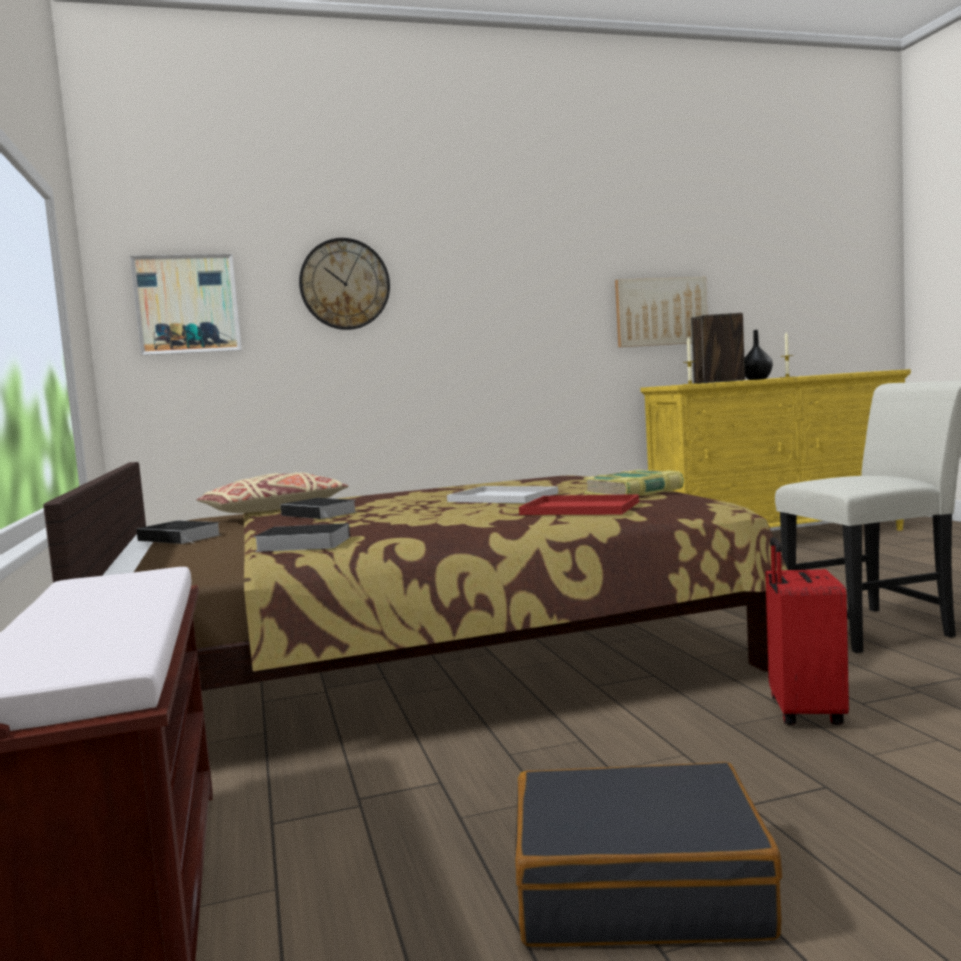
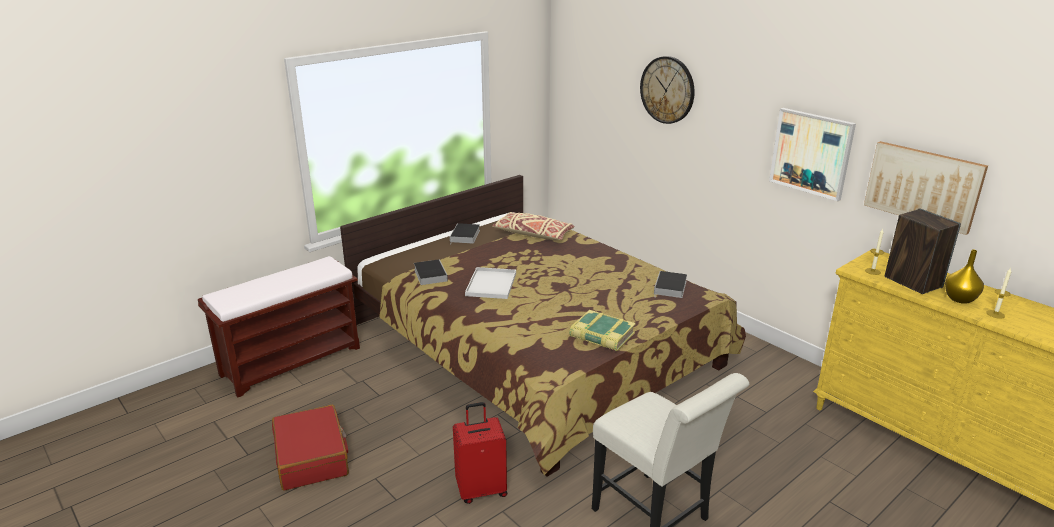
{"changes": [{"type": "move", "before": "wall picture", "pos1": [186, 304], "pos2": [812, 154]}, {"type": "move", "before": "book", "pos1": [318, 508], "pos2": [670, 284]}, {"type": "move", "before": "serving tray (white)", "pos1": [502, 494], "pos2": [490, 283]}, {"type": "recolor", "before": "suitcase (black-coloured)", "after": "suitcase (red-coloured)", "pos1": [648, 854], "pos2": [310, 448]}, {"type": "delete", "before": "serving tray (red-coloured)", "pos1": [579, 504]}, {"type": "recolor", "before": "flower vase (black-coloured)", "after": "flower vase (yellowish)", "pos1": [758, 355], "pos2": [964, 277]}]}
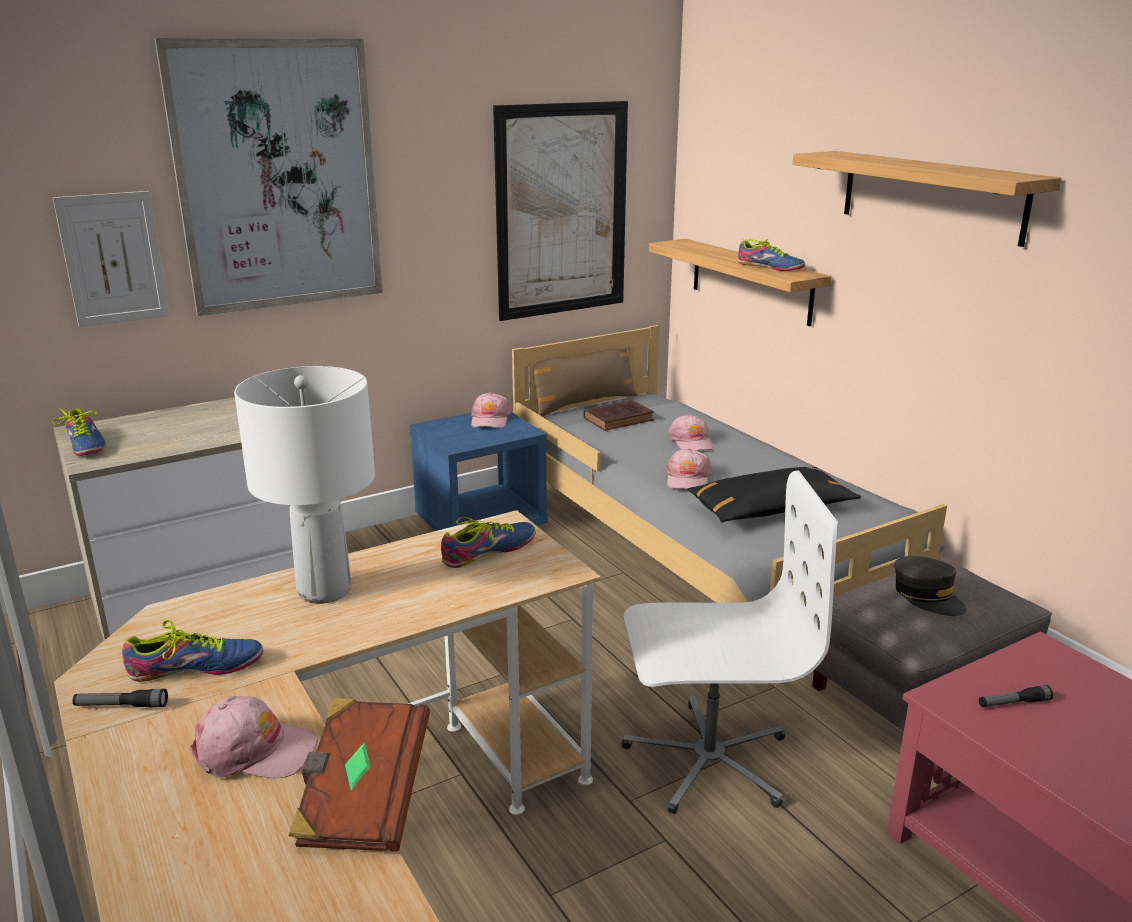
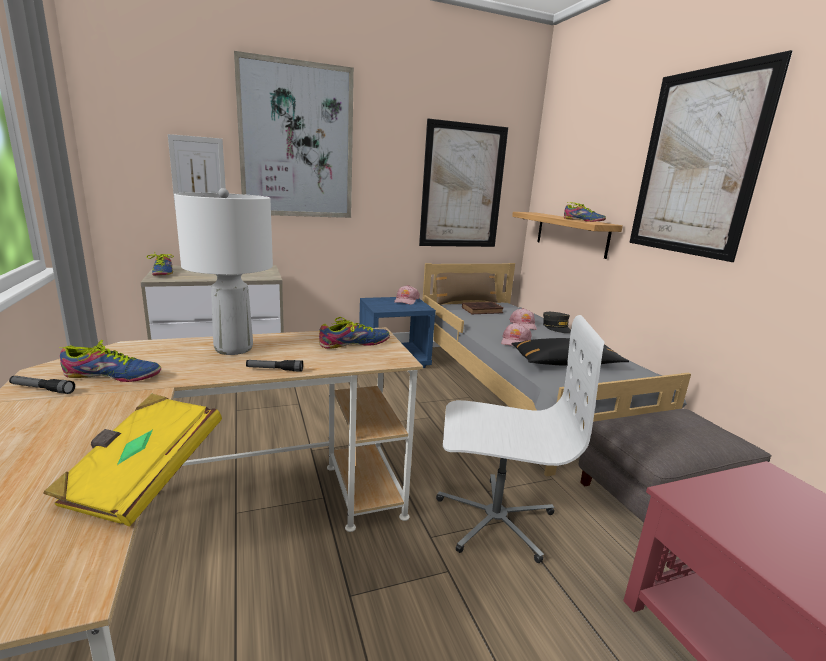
{"changes": [{"type": "delete", "before": "baseball cap (pinkish)", "pos1": [253, 737]}, {"type": "recolor", "before": "book (brown)", "after": "book (yellowish)", "pos1": [359, 775], "pos2": [132, 460]}, {"type": "replace", "before": "shelf", "after": "wall picture", "pos1": [927, 199], "pos2": [711, 156]}, {"type": "move", "before": "baseball cap (greyish)", "pos1": [930, 586], "pos2": [557, 322]}, {"type": "move", "before": "torch", "pos1": [1016, 696], "pos2": [274, 366]}]}
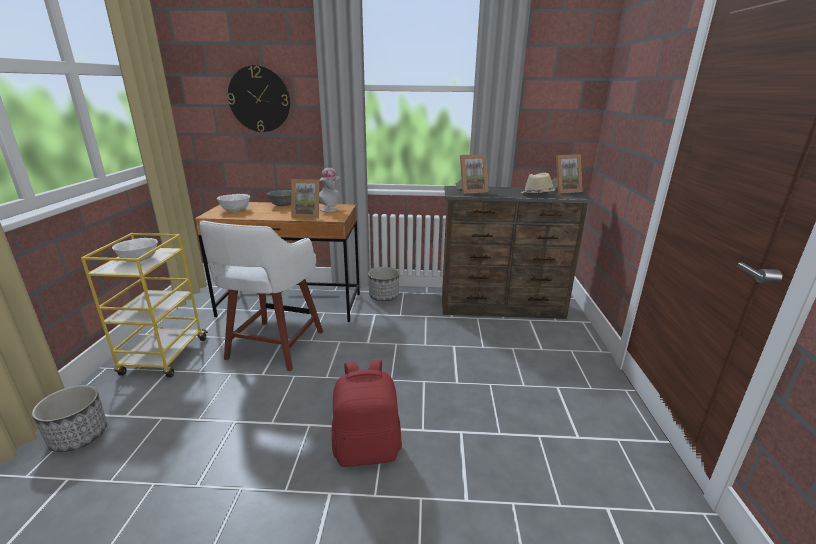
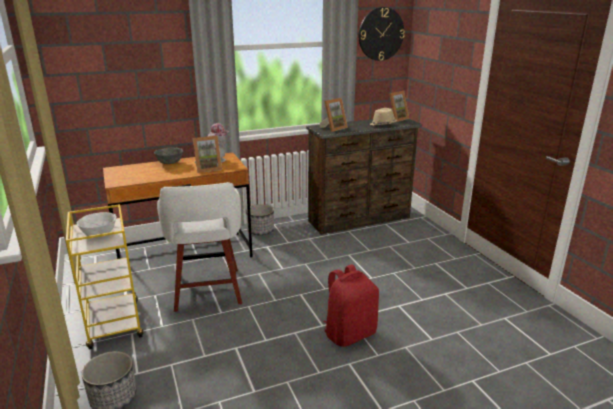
{"changes": [{"type": "delete", "before": "serving bowl (white)", "pos1": [233, 202]}, {"type": "move", "before": "wall clock", "pos1": [258, 98], "pos2": [382, 34]}]}
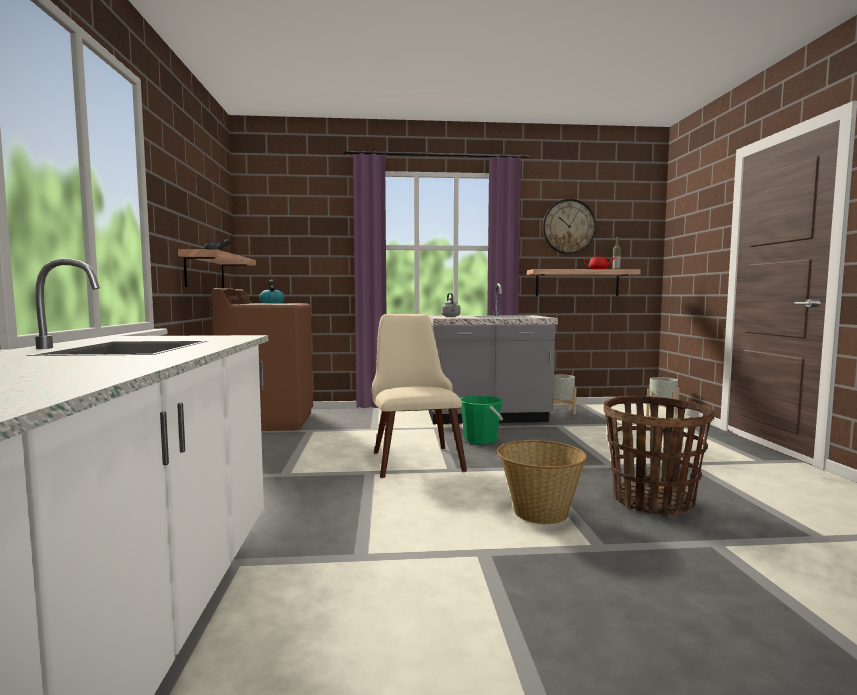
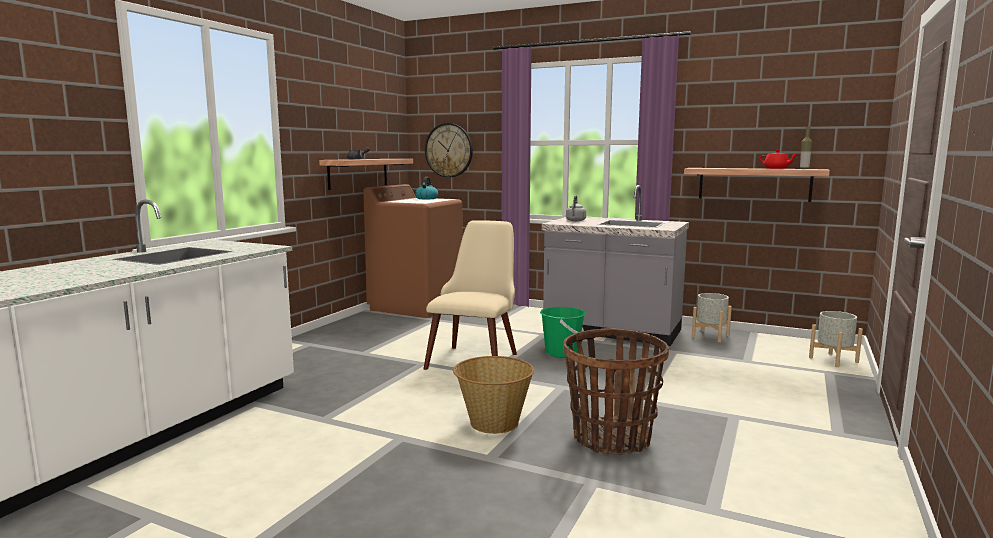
{"changes": [{"type": "move", "before": "wall clock", "pos1": [569, 226], "pos2": [449, 150]}]}
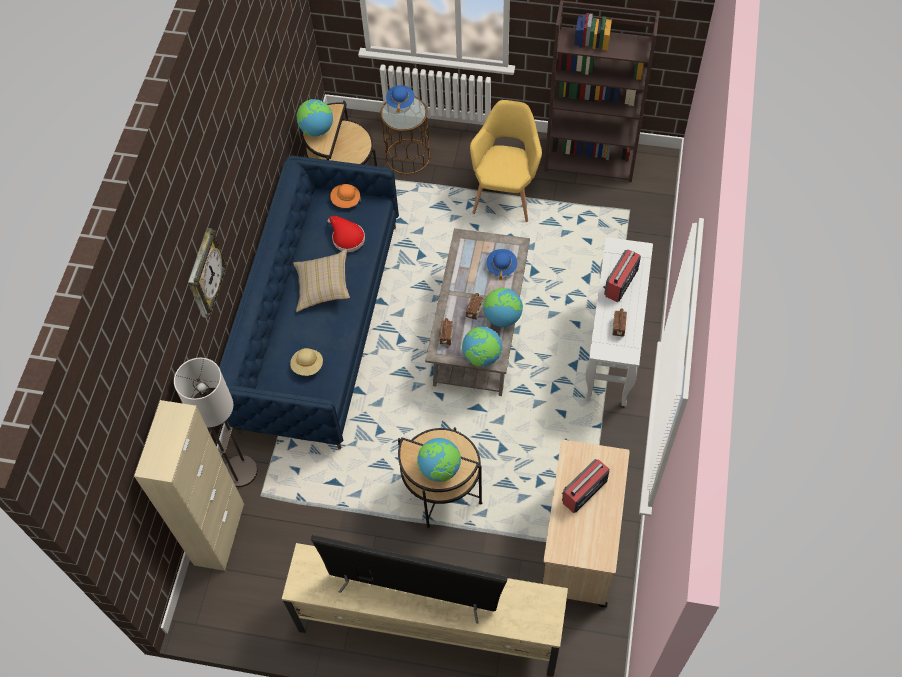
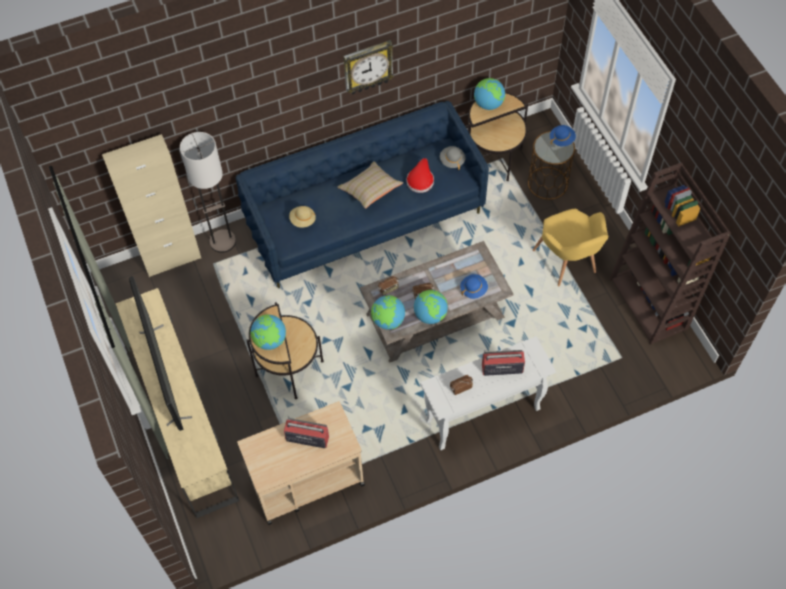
{"changes": [{"type": "move", "before": "wall clock", "pos1": [207, 273], "pos2": [369, 67]}, {"type": "recolor", "before": "hat (orangey)", "after": "hat (greyish)", "pos1": [345, 196], "pos2": [452, 158]}, {"type": "rotate", "before": "armchair (yellowish)", "pos1": [506, 161], "pos2": [570, 247], "turn": 90}]}
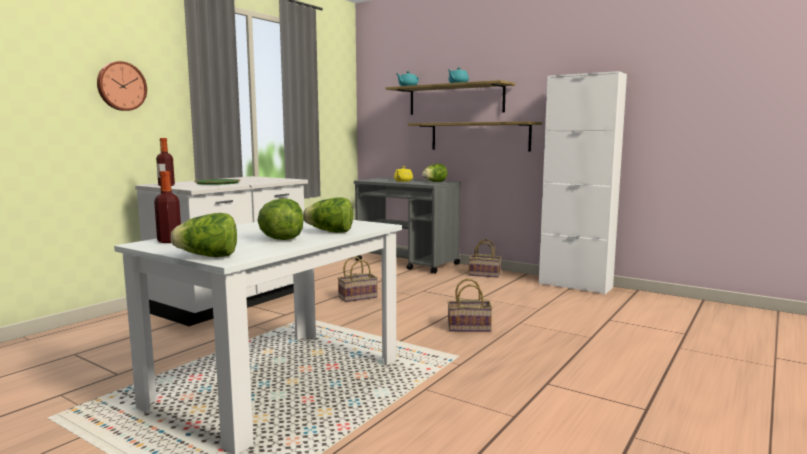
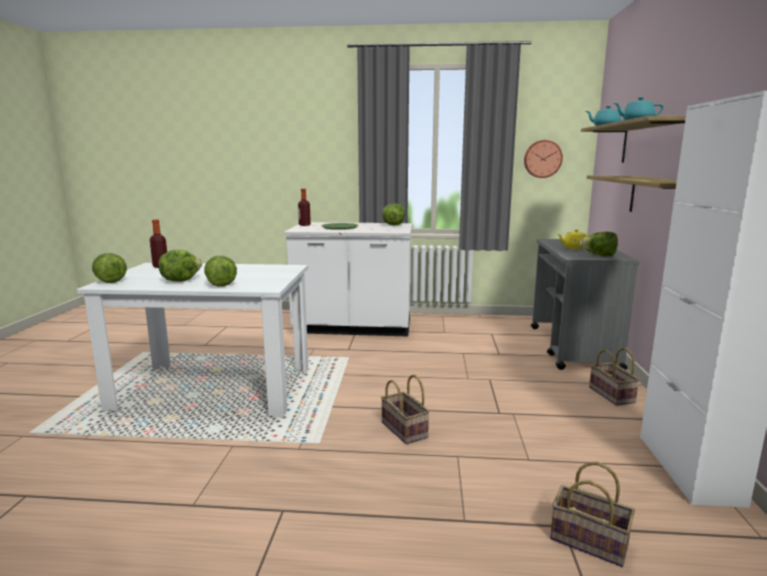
{"changes": [{"type": "move", "before": "wall clock", "pos1": [122, 86], "pos2": [543, 159]}, {"type": "move", "before": "basket", "pos1": [358, 279], "pos2": [592, 514]}, {"type": "insert", "after": "head of lettuce", "pos2": [393, 214]}]}
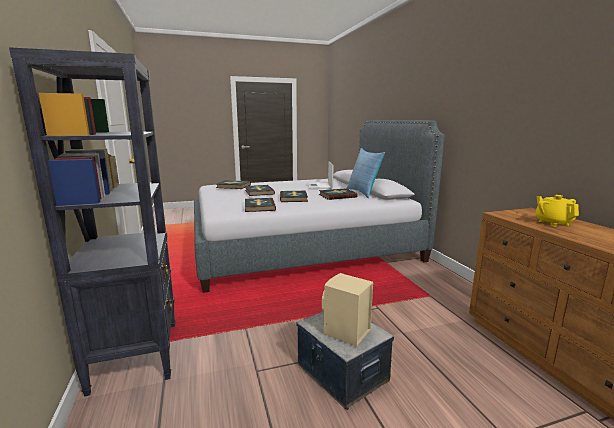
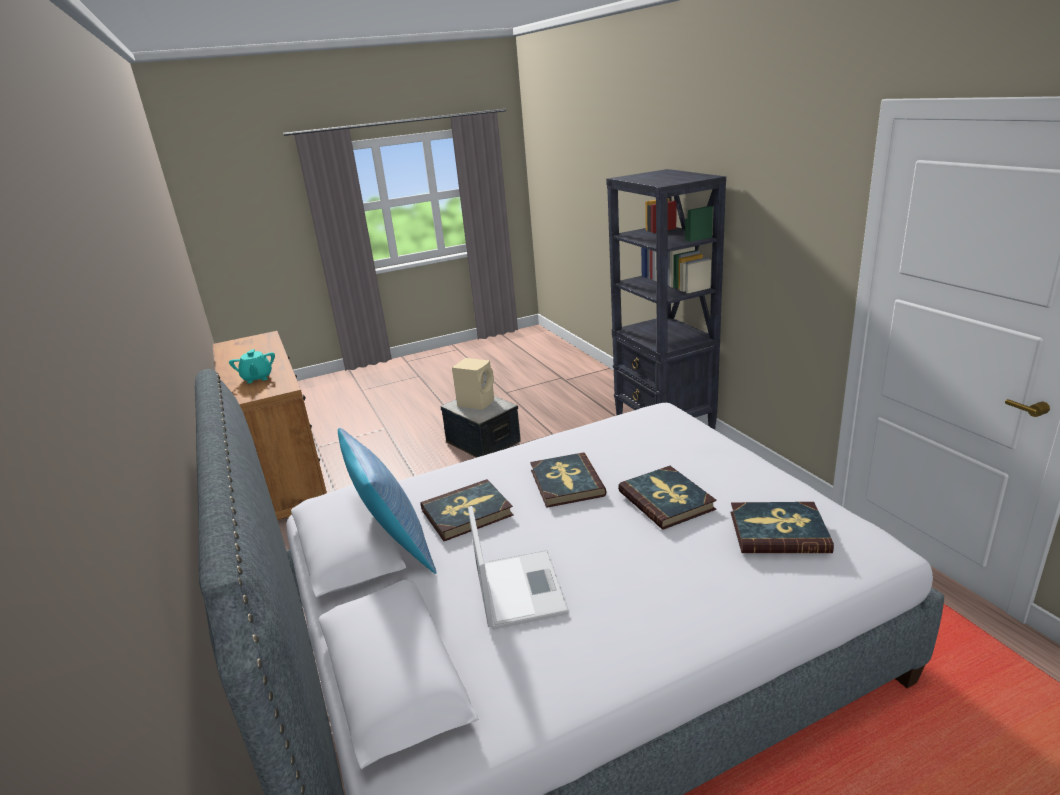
{"changes": [{"type": "delete", "before": "book", "pos1": [260, 205]}, {"type": "recolor", "before": "pot for tea (yellowish)", "after": "pot for tea (turquoise)", "pos1": [557, 210], "pos2": [252, 366]}]}
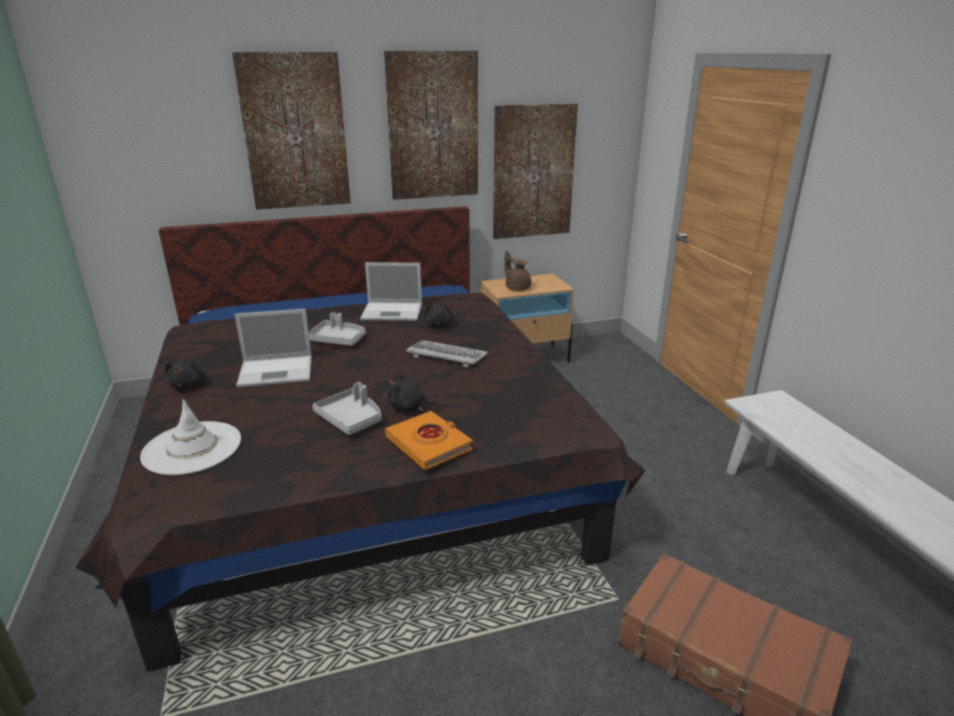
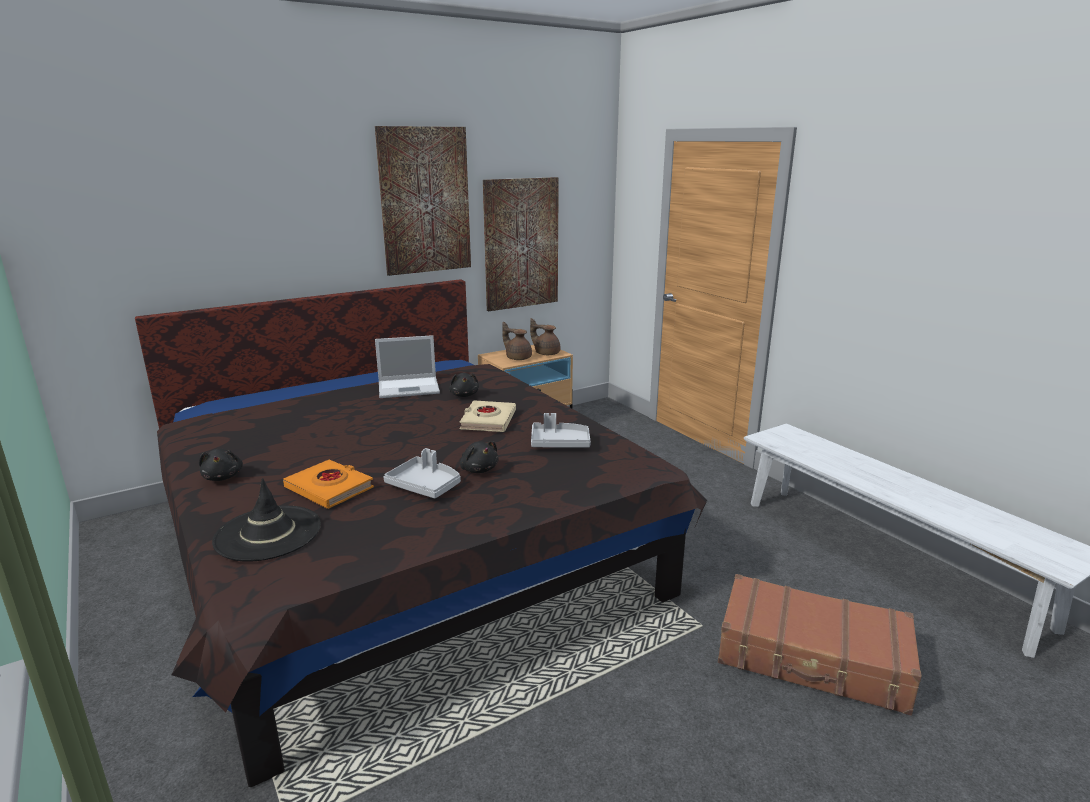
{"changes": [{"type": "recolor", "before": "hat (white)", "after": "hat (black-coloured)", "pos1": [190, 437], "pos2": [266, 520]}, {"type": "delete", "before": "wall picture", "pos1": [291, 131]}, {"type": "delete", "before": "laptop", "pos1": [273, 348]}, {"type": "move", "before": "serving tray (greyish)", "pos1": [337, 329], "pos2": [561, 430]}, {"type": "move", "before": "book (orangey)", "pos1": [429, 440], "pos2": [328, 484]}, {"type": "rotate", "before": "plush toy (black-coloured)", "pos1": [413, 392], "pos2": [479, 457], "turn": -120}, {"type": "replace", "before": "keyboard", "after": "book (beige-coloured)", "pos1": [447, 353], "pos2": [488, 416]}, {"type": "insert", "after": "pot for tea (brown)", "pos2": [545, 336]}]}
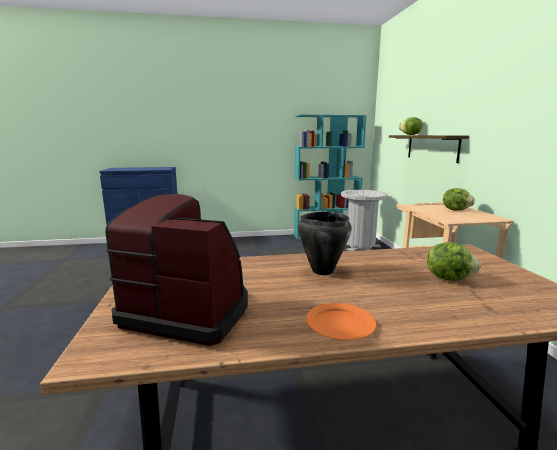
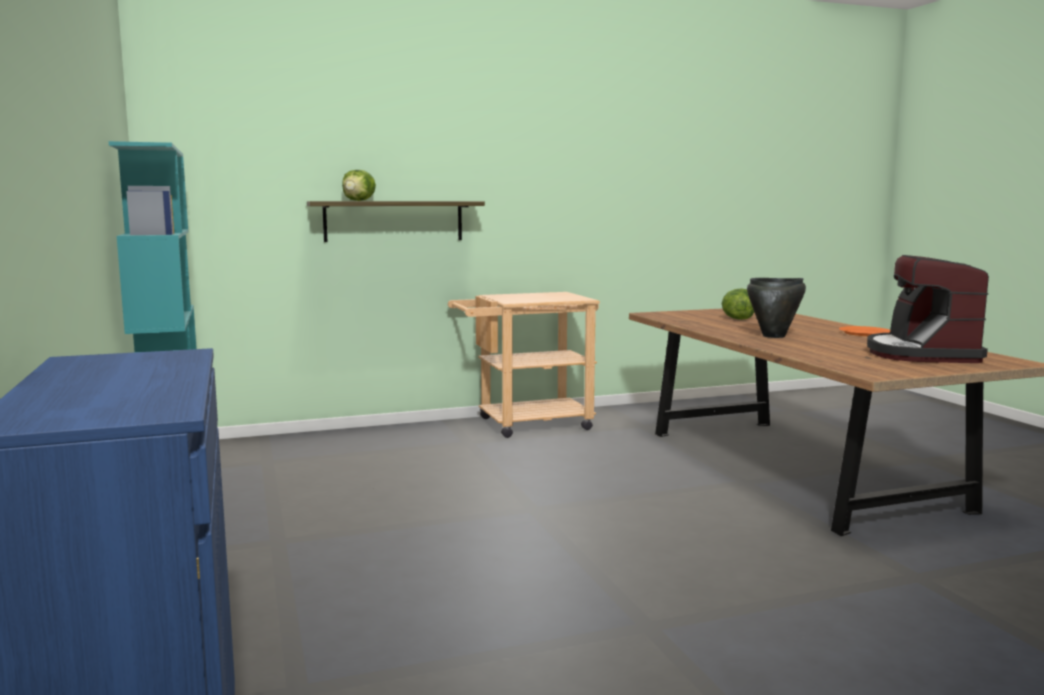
{"changes": [{"type": "delete", "before": "rubbish bin (greyish)", "pos1": [364, 220]}, {"type": "delete", "before": "head of lettuce", "pos1": [459, 199]}]}
